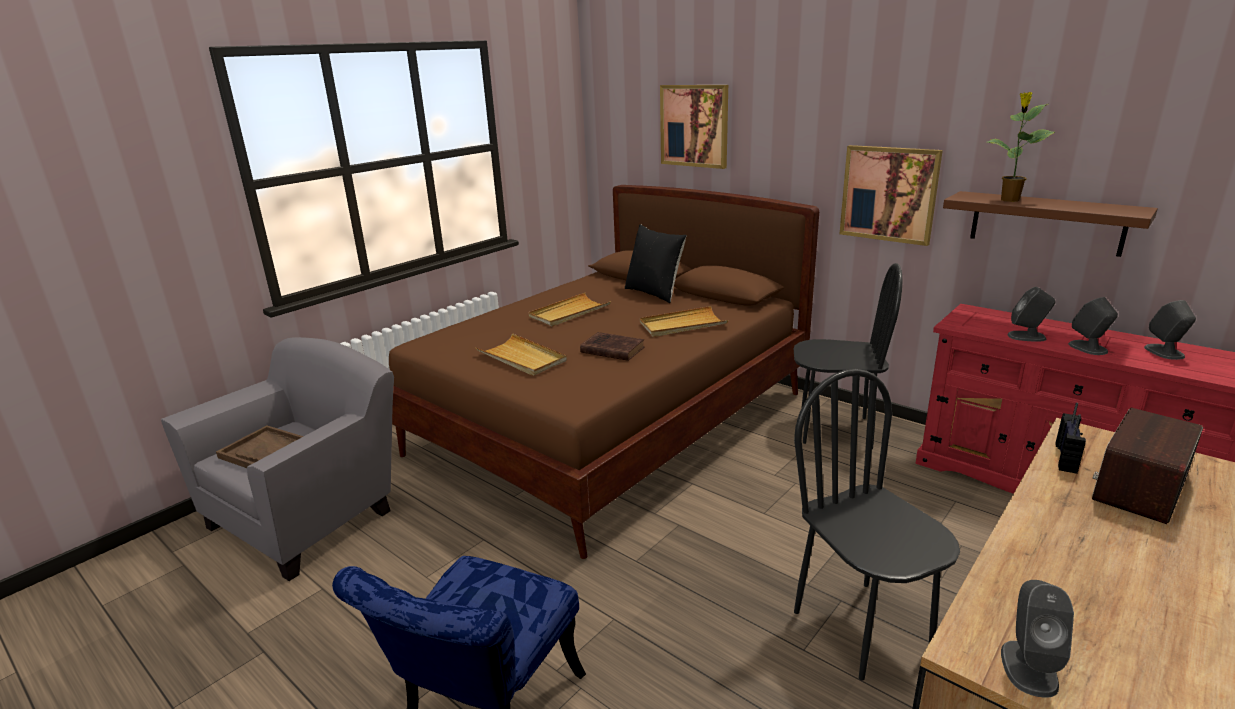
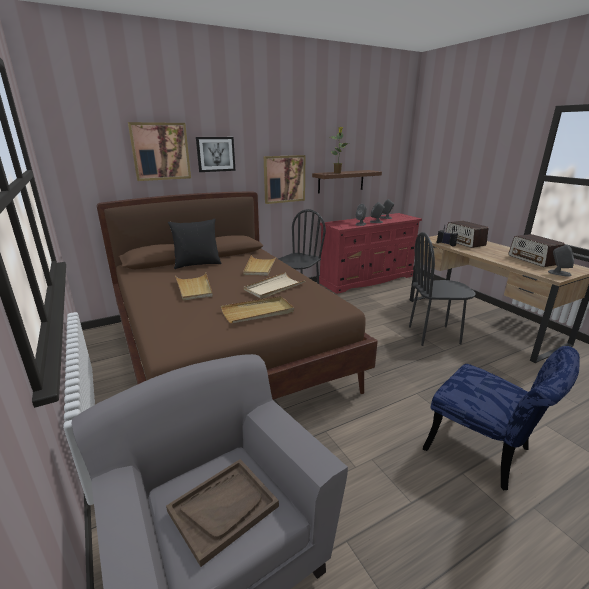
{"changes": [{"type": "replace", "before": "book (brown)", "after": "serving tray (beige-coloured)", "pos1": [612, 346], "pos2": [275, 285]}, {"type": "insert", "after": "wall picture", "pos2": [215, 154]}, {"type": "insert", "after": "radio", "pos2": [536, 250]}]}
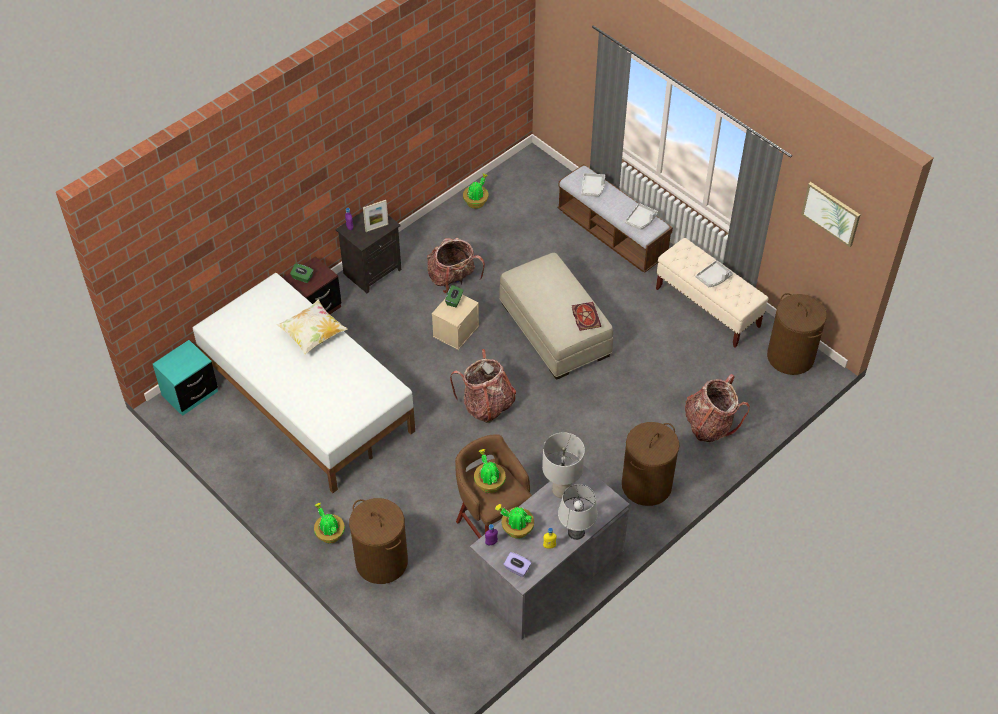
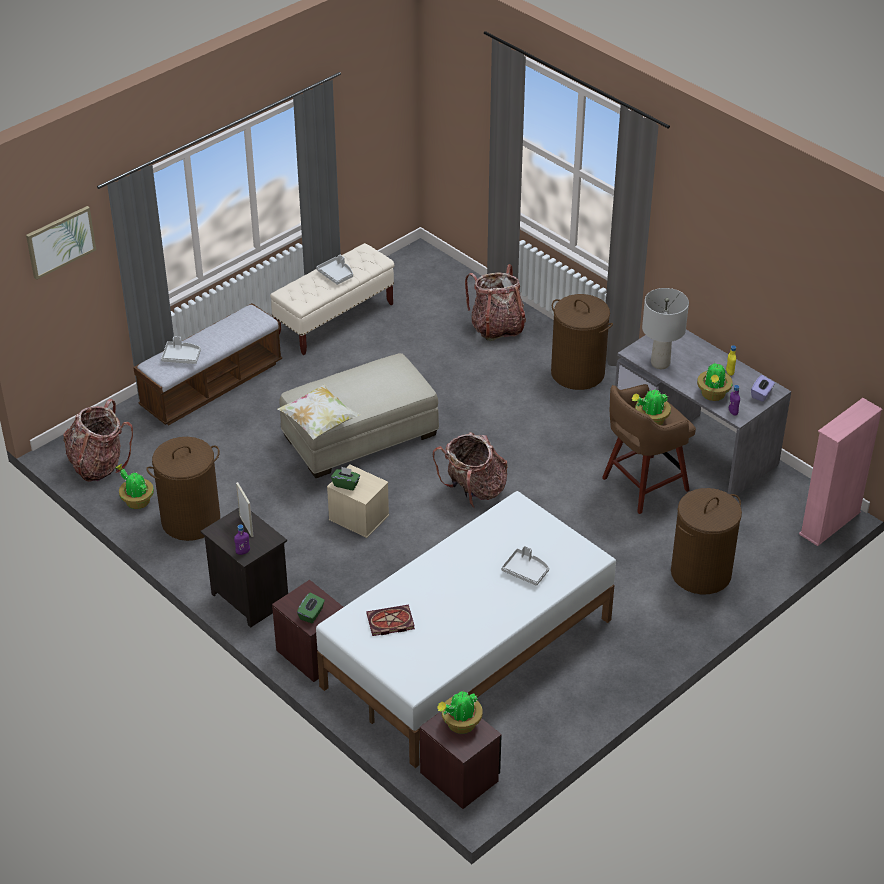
{"changes": [{"type": "recolor", "before": "nightstand (turquoise)", "after": "nightstand (brown)", "pos1": [185, 378], "pos2": [461, 760]}, {"type": "move", "before": "pillow", "pos1": [312, 327], "pos2": [318, 412]}, {"type": "move", "before": "plant in a pot", "pos1": [329, 522], "pos2": [460, 712]}, {"type": "move", "before": "rucksack", "pos1": [456, 266], "pos2": [98, 440]}, {"type": "delete", "before": "lamp for a table (greyish)", "pos1": [578, 512]}, {"type": "move", "before": "book", "pos1": [586, 316], "pos2": [390, 620]}, {"type": "move", "before": "serving tray (greyish)", "pos1": [641, 216], "pos2": [525, 566]}, {"type": "move", "before": "hamper (brown)", "pos1": [797, 334], "pos2": [183, 489]}, {"type": "move", "before": "wall picture", "pos1": [830, 214], "pos2": [61, 243]}, {"type": "insert", "after": "shelving unit (pinkish)", "pos2": [841, 472]}]}
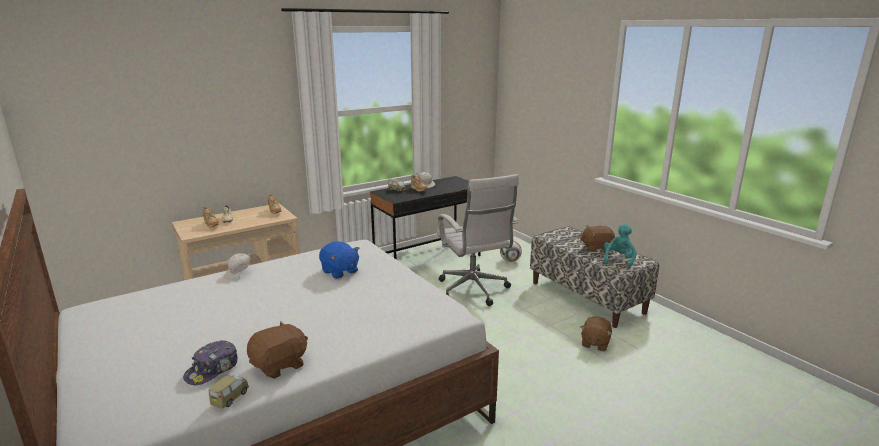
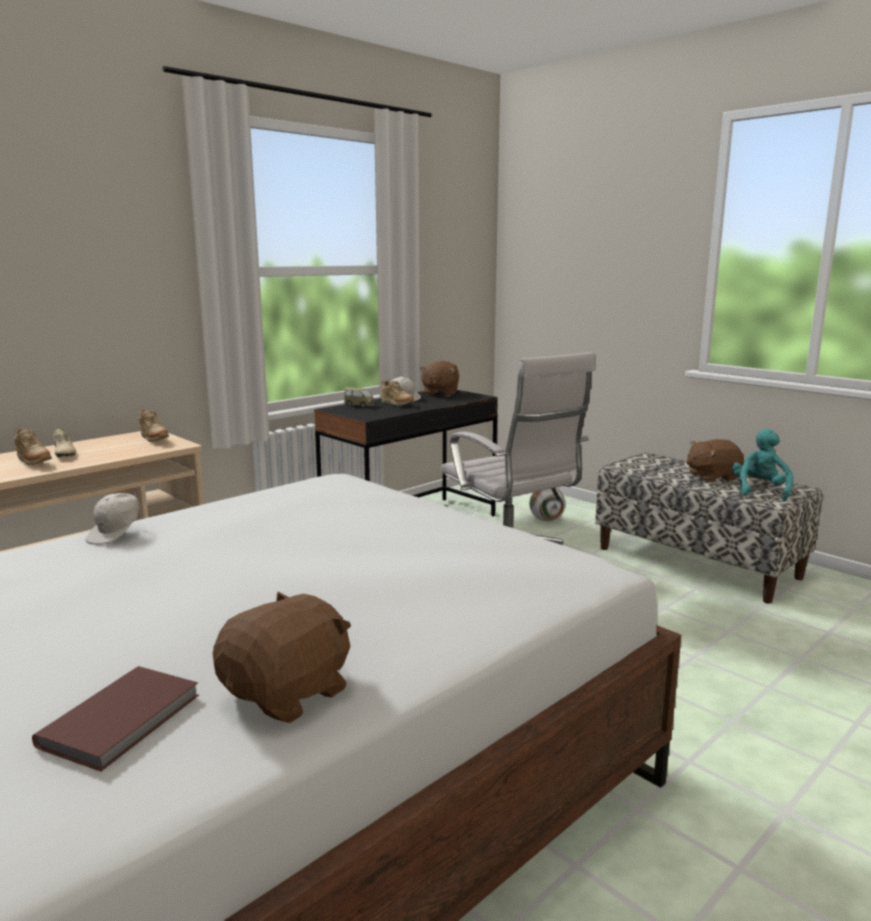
{"changes": [{"type": "replace", "before": "baseball cap", "after": "book (brown)", "pos1": [210, 362], "pos2": [115, 718]}, {"type": "delete", "before": "toy car", "pos1": [228, 392]}, {"type": "delete", "before": "plush toy (blue)", "pos1": [339, 260]}, {"type": "move", "before": "plush toy (brown)", "pos1": [596, 334], "pos2": [439, 379]}]}
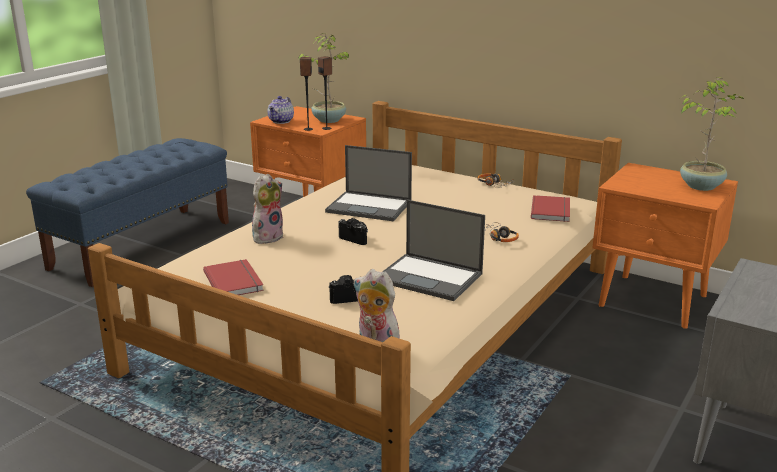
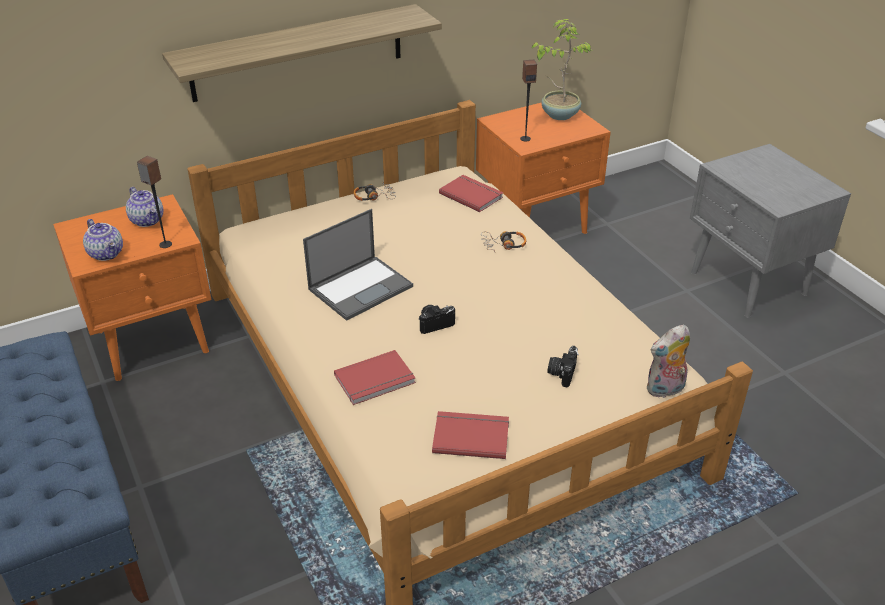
{"changes": [{"type": "replace", "before": "plush toy", "after": "book (red-coloured)", "pos1": [268, 209], "pos2": [375, 377]}, {"type": "replace", "before": "plant in a pot", "after": "pot for tea", "pos1": [323, 78], "pos2": [144, 207]}, {"type": "move", "before": "loudspeaker", "pos1": [325, 93], "pos2": [528, 100]}, {"type": "delete", "before": "laptop", "pos1": [433, 250]}, {"type": "insert", "after": "shelf", "pos2": [302, 53]}]}
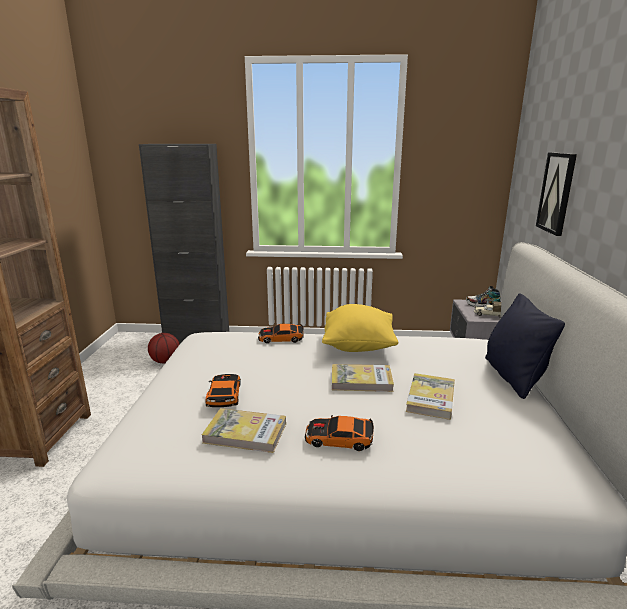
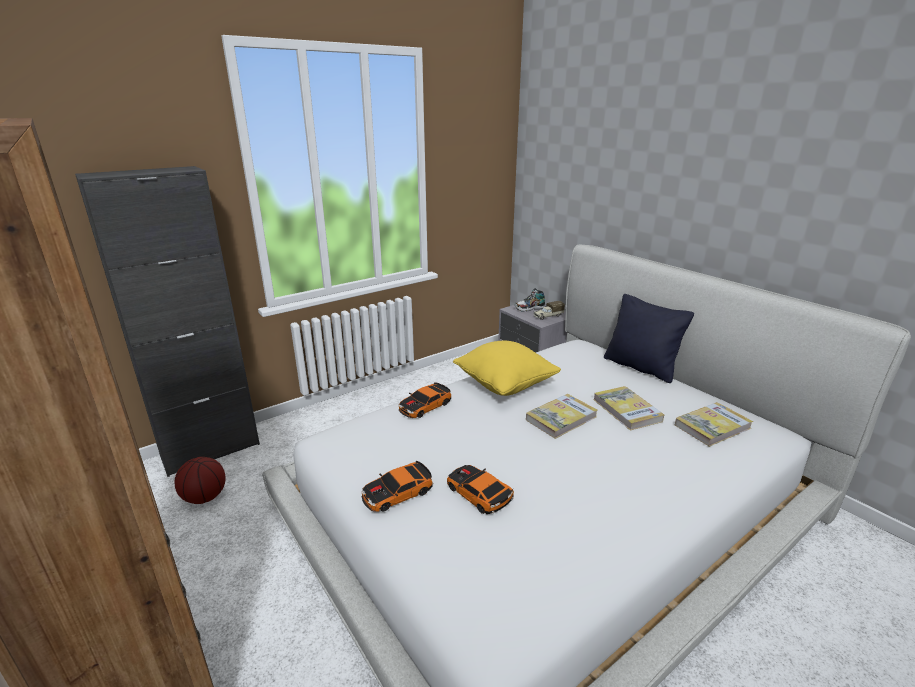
{"changes": [{"type": "move", "before": "book", "pos1": [244, 430], "pos2": [714, 424]}, {"type": "move", "before": "toy car", "pos1": [339, 433], "pos2": [397, 486]}, {"type": "delete", "before": "wall picture", "pos1": [556, 194]}]}
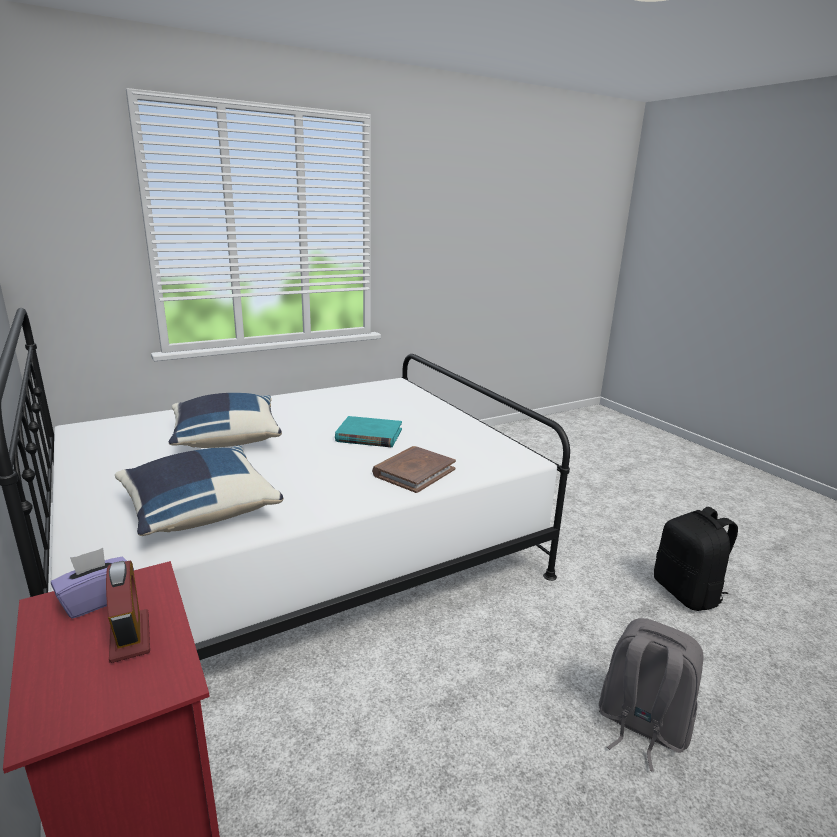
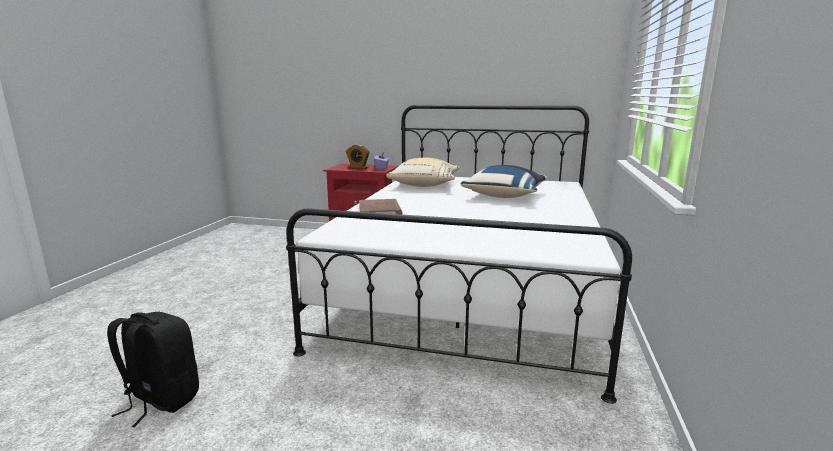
{"changes": [{"type": "recolor", "before": "pillow (blue)", "after": "pillow (beige-coloured)", "pos1": [199, 490], "pos2": [422, 172]}, {"type": "delete", "before": "book (turquoise)", "pos1": [368, 431]}, {"type": "delete", "before": "rucksack (greyish)", "pos1": [651, 695]}]}
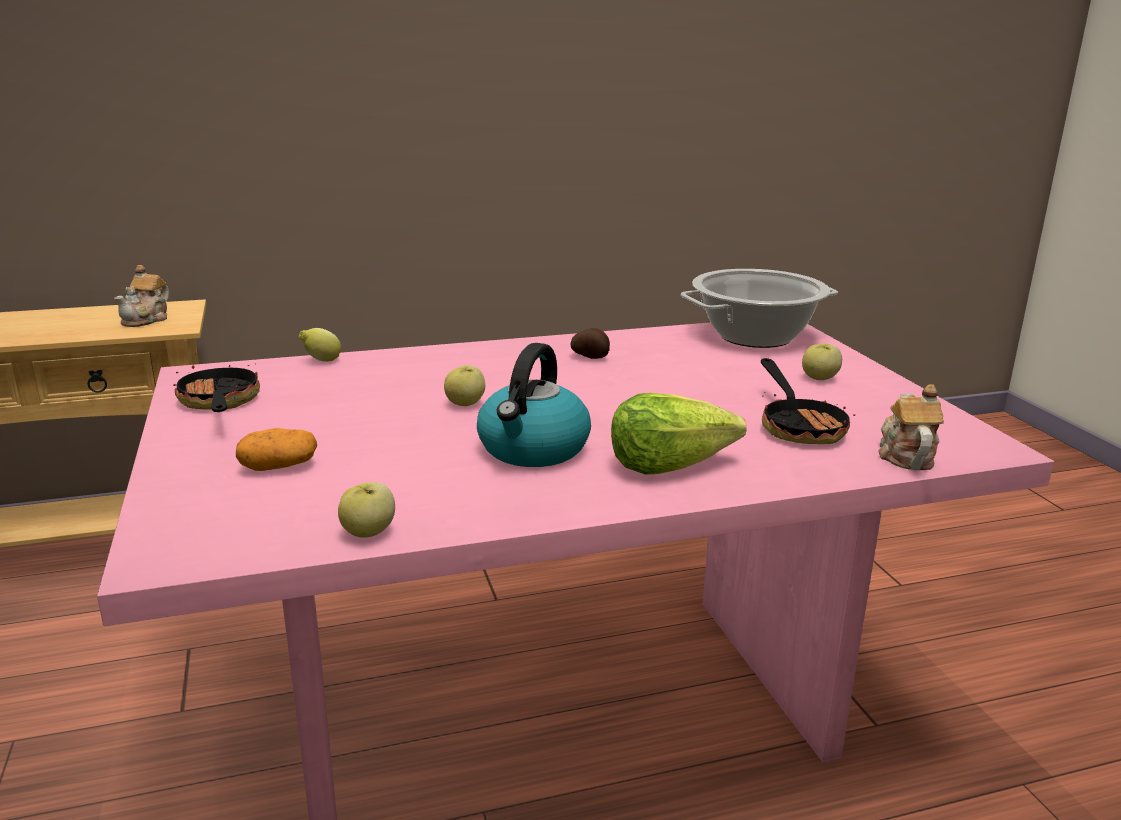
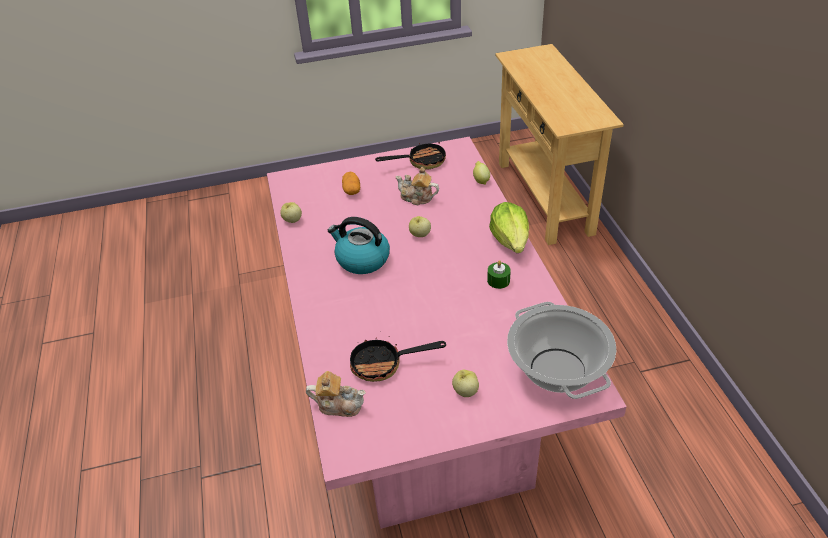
{"changes": [{"type": "move", "before": "pot for tea", "pos1": [141, 296], "pos2": [417, 186]}, {"type": "replace", "before": "whole potato", "after": "wax candle (green)", "pos1": [590, 343], "pos2": [499, 274]}, {"type": "move", "before": "head of lettuce", "pos1": [678, 434], "pos2": [509, 227]}]}
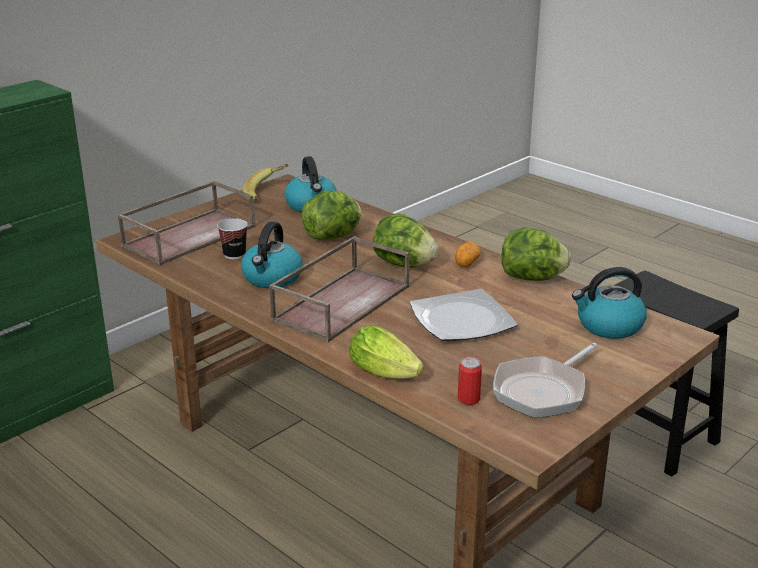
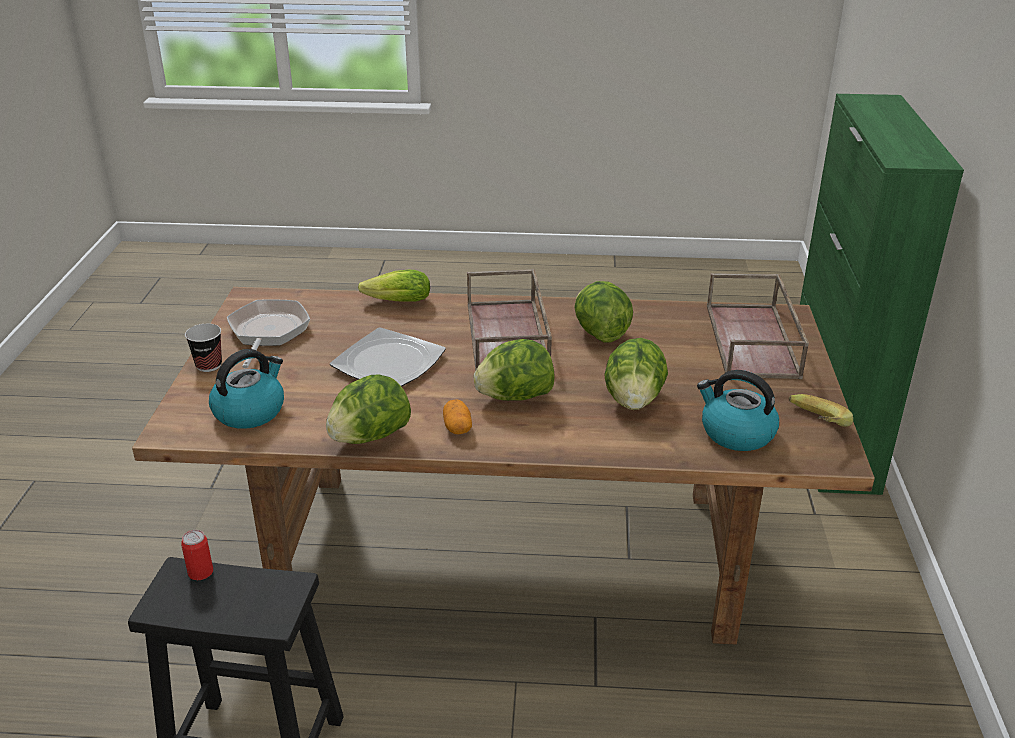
{"changes": [{"type": "move", "before": "drinking cup", "pos1": [232, 238], "pos2": [203, 348]}, {"type": "replace", "before": "water kettle", "after": "head of lettuce", "pos1": [272, 255], "pos2": [604, 312]}, {"type": "move", "before": "metal can", "pos1": [470, 381], "pos2": [197, 555]}]}
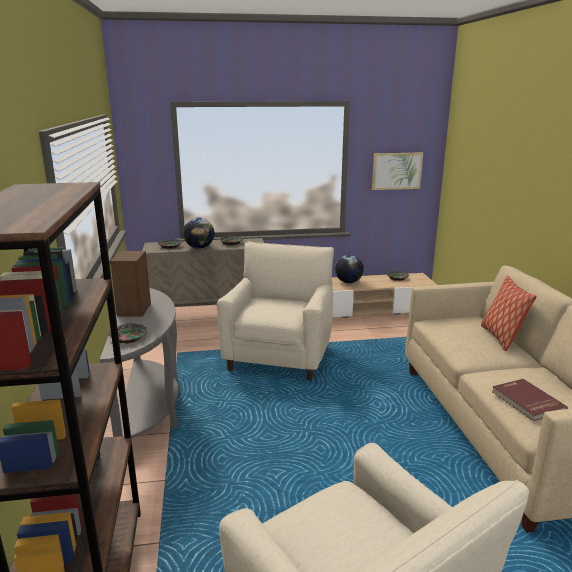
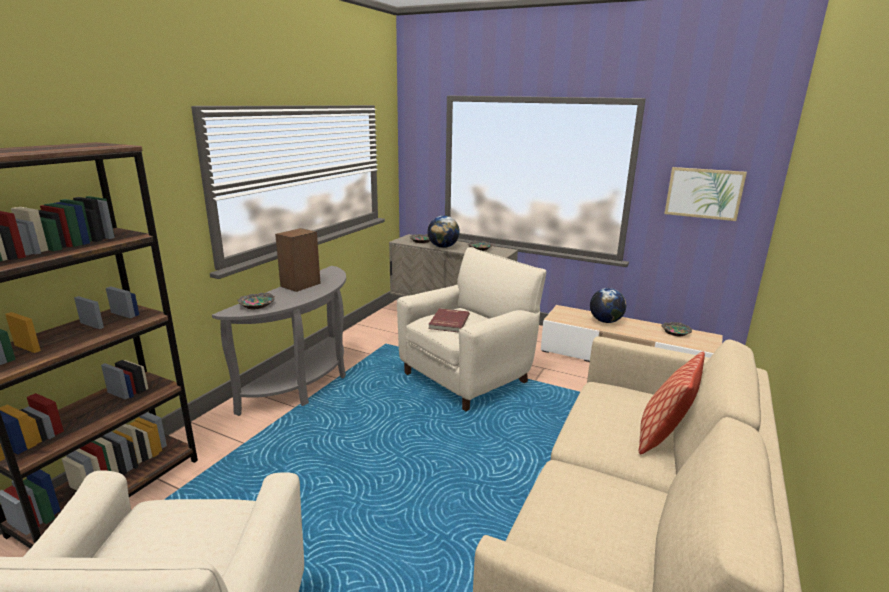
{"changes": [{"type": "move", "before": "book (red-coloured)", "pos1": [529, 400], "pos2": [449, 320]}]}
